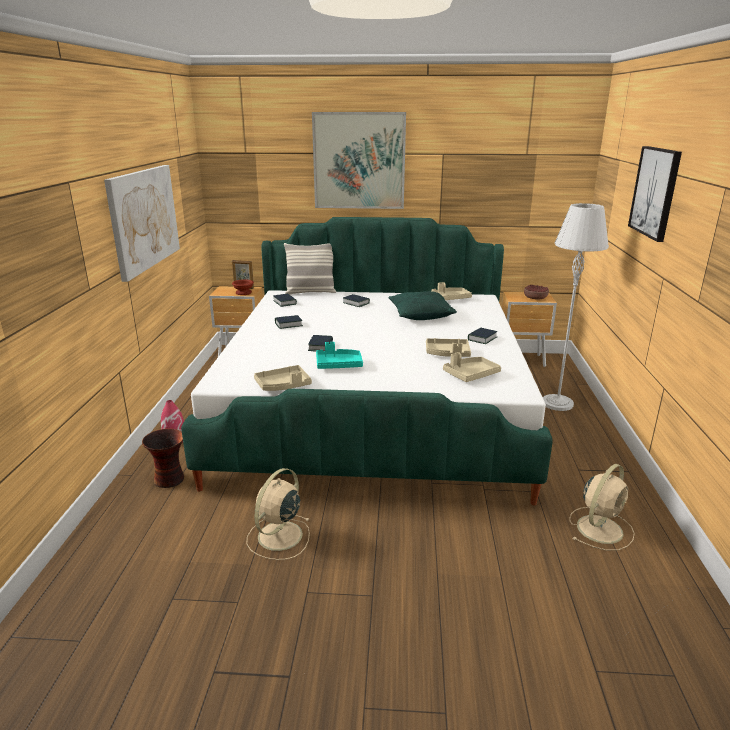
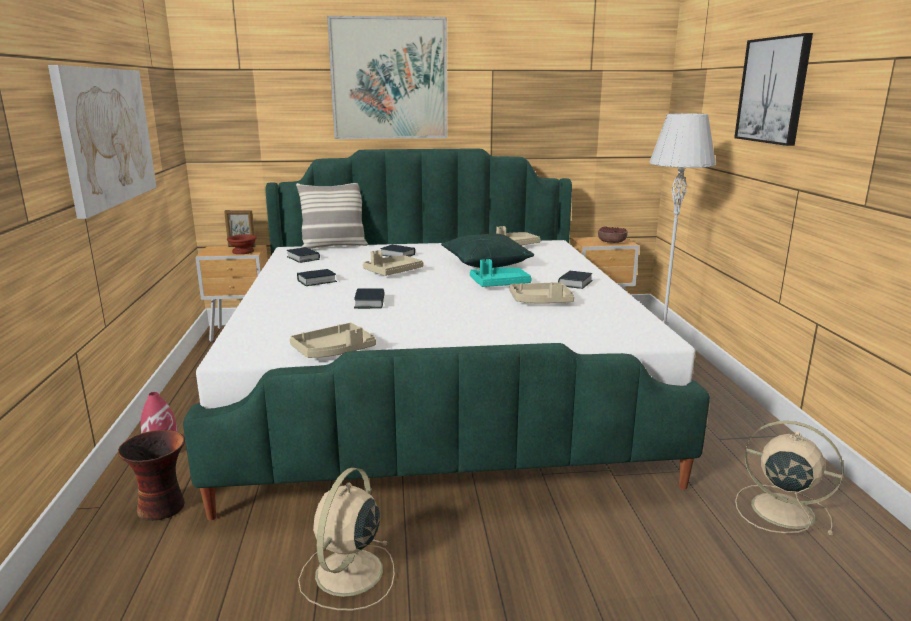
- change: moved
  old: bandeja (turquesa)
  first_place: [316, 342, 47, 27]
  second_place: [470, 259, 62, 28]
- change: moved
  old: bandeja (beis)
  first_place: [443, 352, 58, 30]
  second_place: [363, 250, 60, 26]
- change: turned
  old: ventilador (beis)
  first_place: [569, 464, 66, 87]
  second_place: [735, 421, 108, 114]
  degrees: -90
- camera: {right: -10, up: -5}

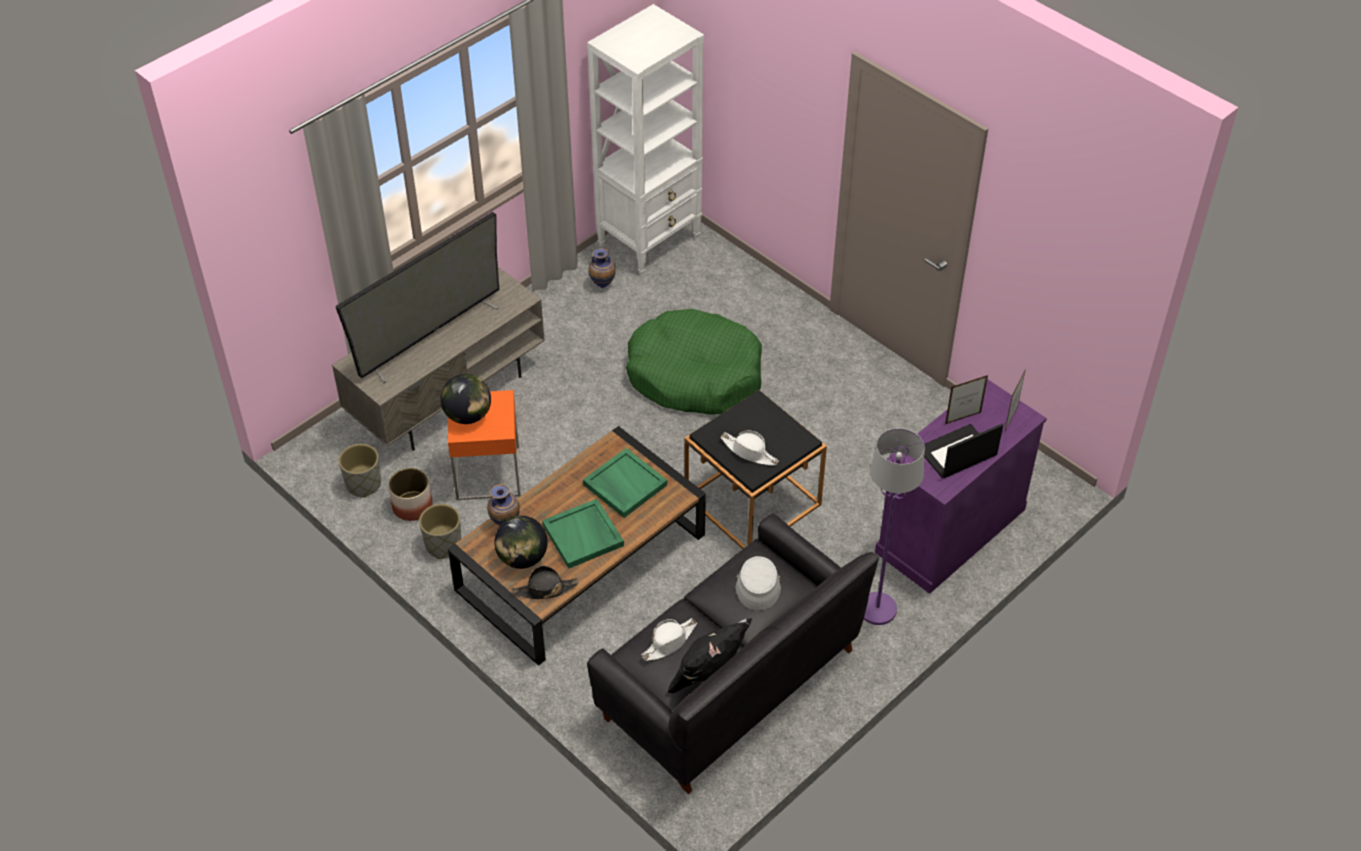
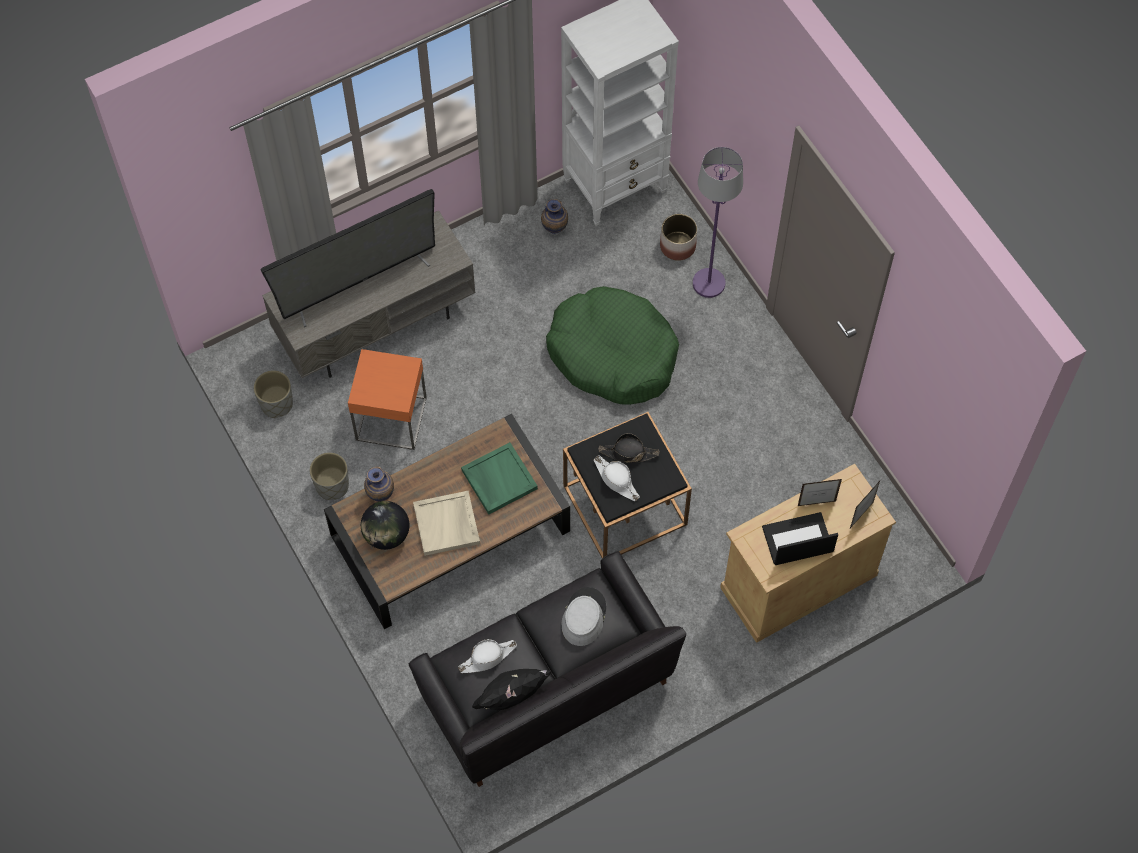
- change: moved
  old: maceta
  first_place: [388, 468, 45, 53]
  second_place: [660, 214, 37, 47]
- change: removed
  old: globo terráqueo
  first_place: [440, 374, 51, 50]
- change: moved
  old: sombrero (negro)
  first_place: [511, 565, 68, 34]
  second_place: [598, 433, 61, 30]
- change: recoloured
  old: bandeja (verde)
  new: bandeja (beis)
  first_place: [542, 499, 82, 70]
  second_place: [413, 491, 67, 65]
- change: moved
  old: lámpara de pie (morado)
  first_place: [864, 428, 61, 197]
  second_place: [693, 147, 50, 151]
- change: recoloured
  old: armario (morado)
  new: armario (beis)
  first_place: [875, 379, 172, 215]
  second_place: [720, 464, 176, 179]
- camera: {right: 15, up: 15}

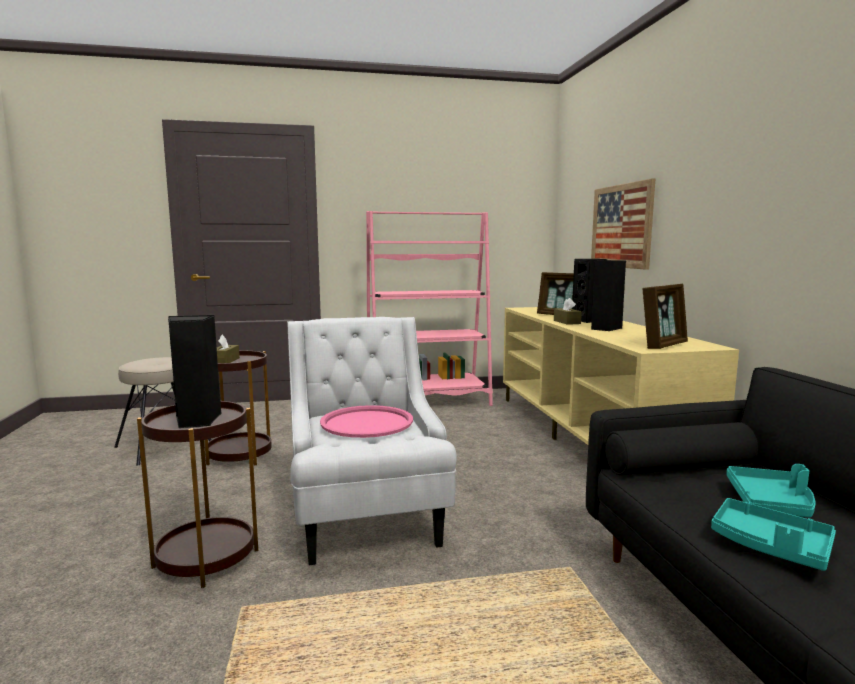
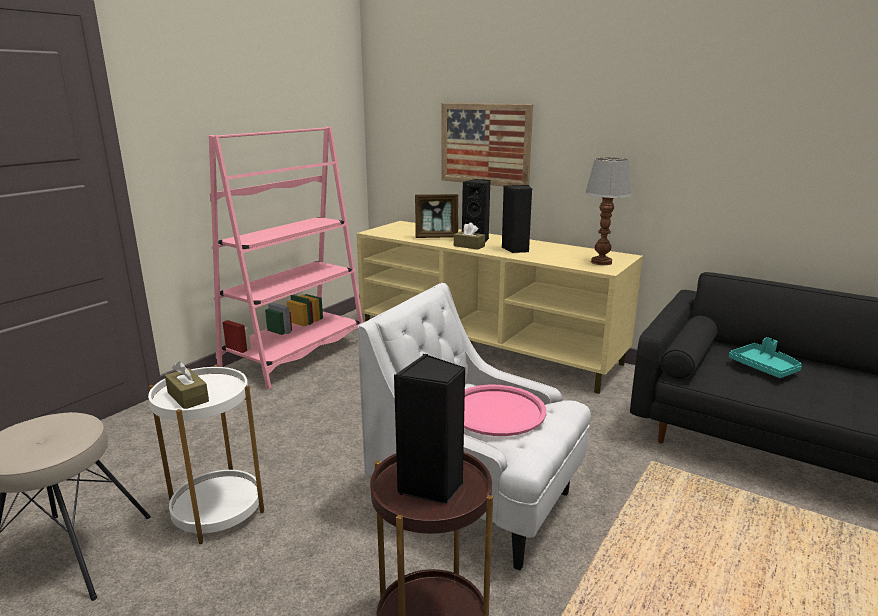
- change: recoloured
  old: mesa auxiliar (marrón)
  new: mesa auxiliar (blanco)
  first_place: [204, 351, 68, 115]
  second_place: [148, 364, 116, 180]
- change: replaced
  old: portarretratos
  new: lámpara de mesa
  first_place: [643, 284, 45, 65]
  second_place: [585, 158, 47, 107]
- change: removed
  old: bandeja (turquesa)
  first_place: [711, 498, 125, 73]
- camera: {right: -45, up: 10}

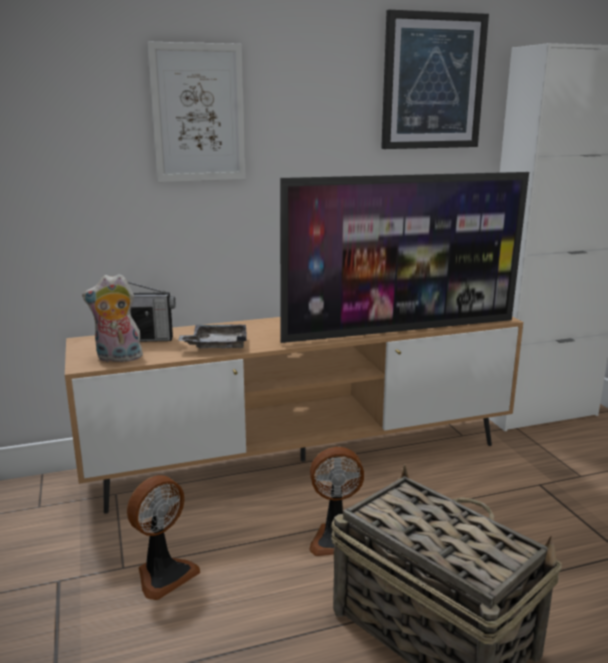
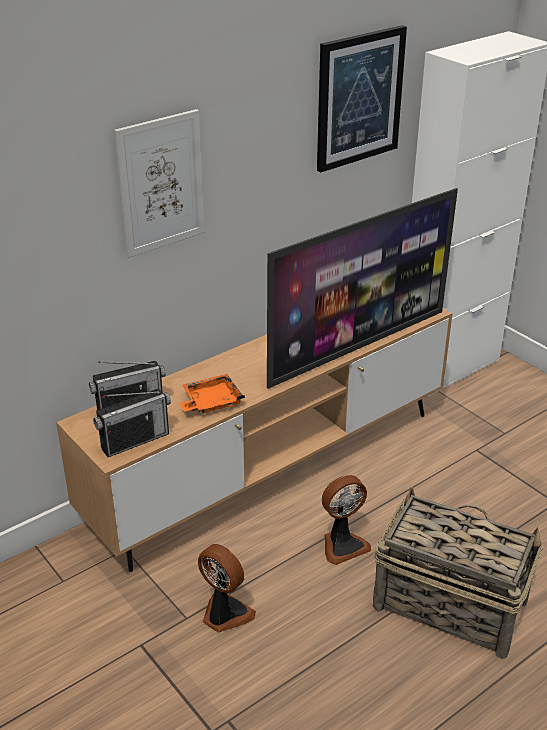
- change: replaced
  old: peluche
  new: radio
  first_place: [82, 274, 61, 88]
  second_place: [93, 389, 78, 68]
- change: turned
  old: ventilador
  first_place: [127, 475, 73, 125]
  second_place: [198, 544, 58, 88]
  degrees: -75
- change: recoloured
  old: bandeja (gris)
  new: bandeja (naranja)
  first_place: [178, 324, 69, 24]
  second_place: [179, 374, 66, 40]
- camera: {right: -20, up: 15}

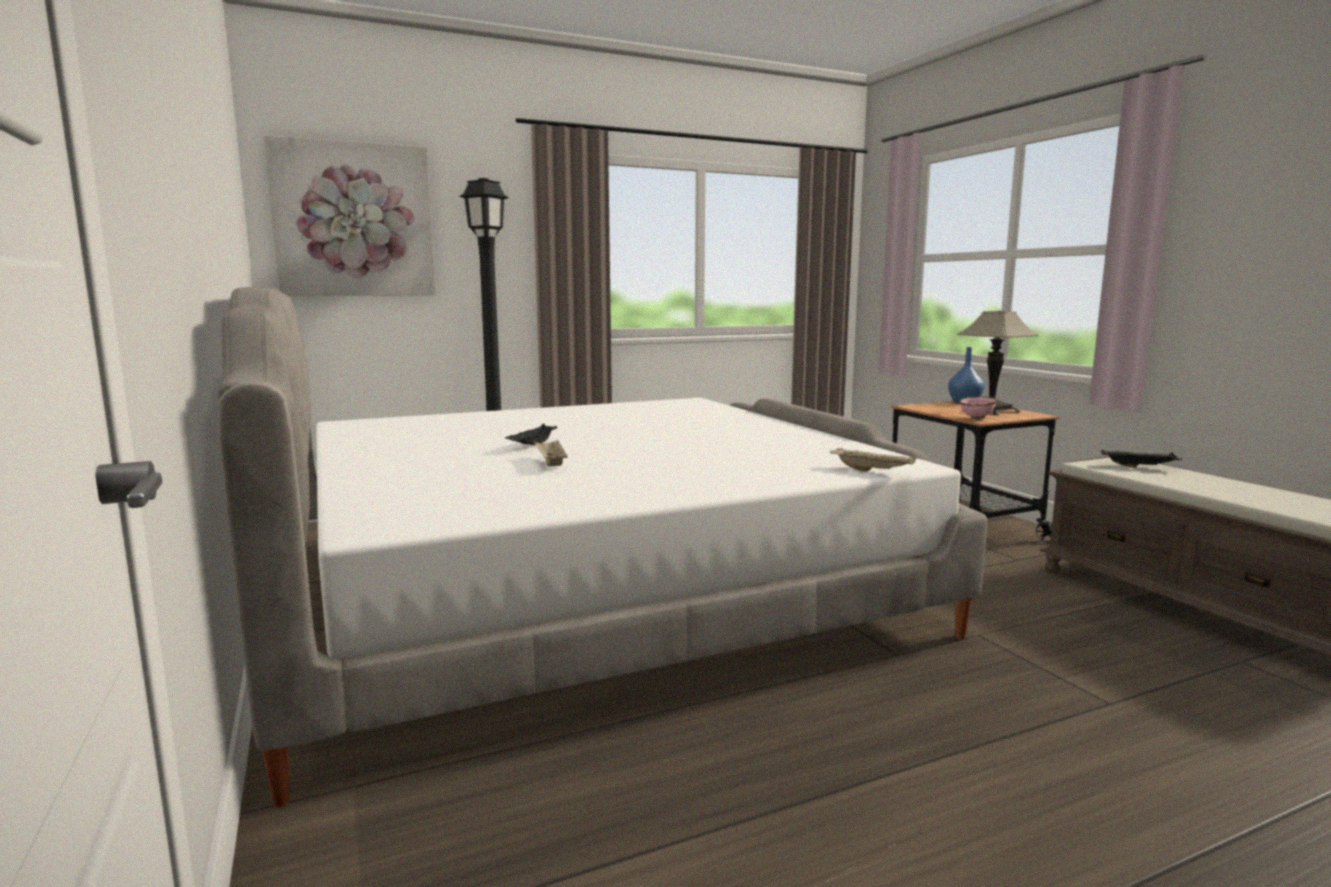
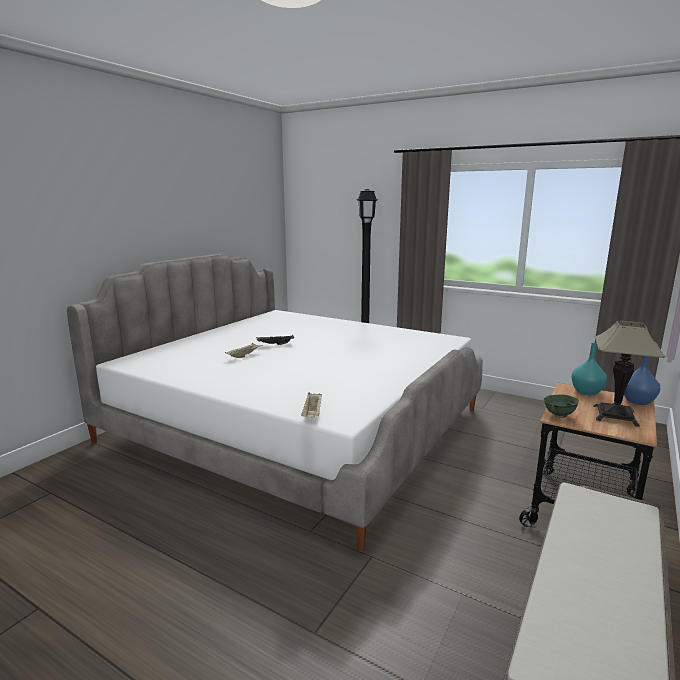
- change: removed
  old: cuadro
  first_place: [264, 135, 172, 161]
- change: recoloured
  old: cuenco (rosa)
  new: cuenco (verde)
  first_place: [959, 396, 38, 24]
  second_place: [544, 394, 35, 24]
- change: removed
  old: bandeja (negro)
  first_place: [1101, 450, 81, 18]
- change: added
  new: florero (turquesa)
  second_place: [571, 343, 36, 52]
- camera: {right: 55, up: 5}

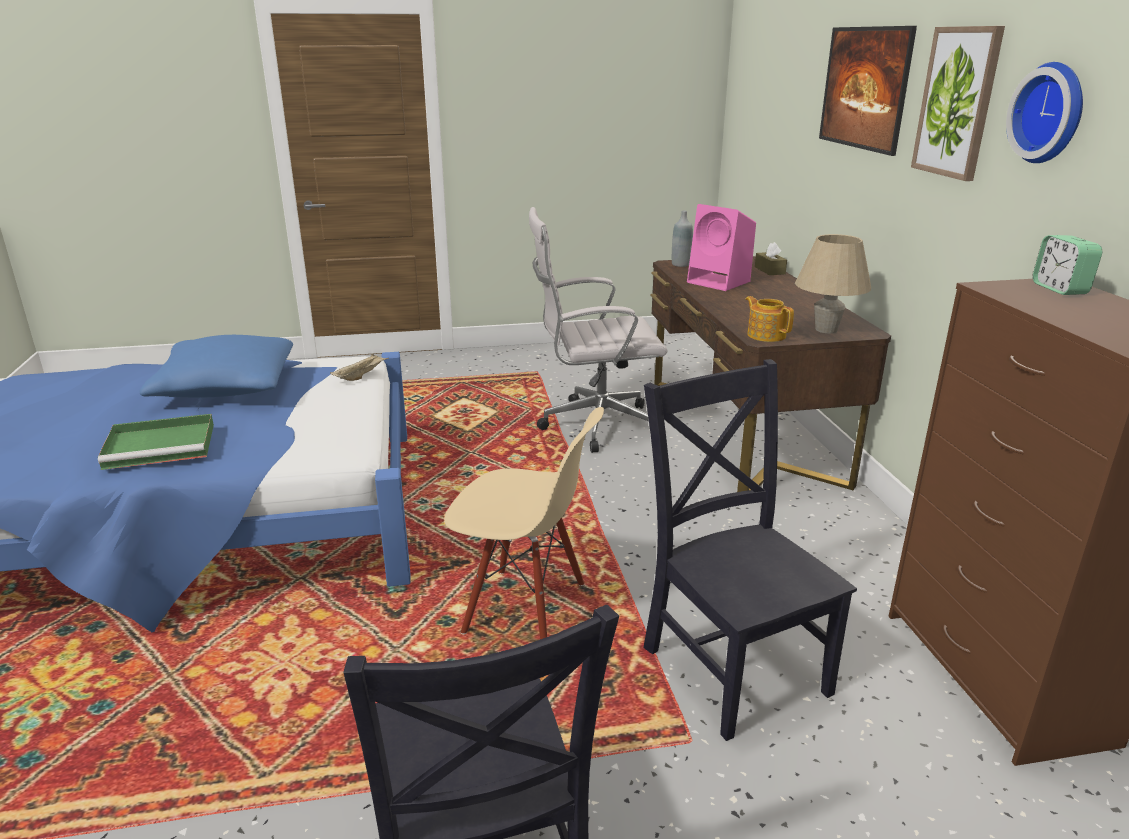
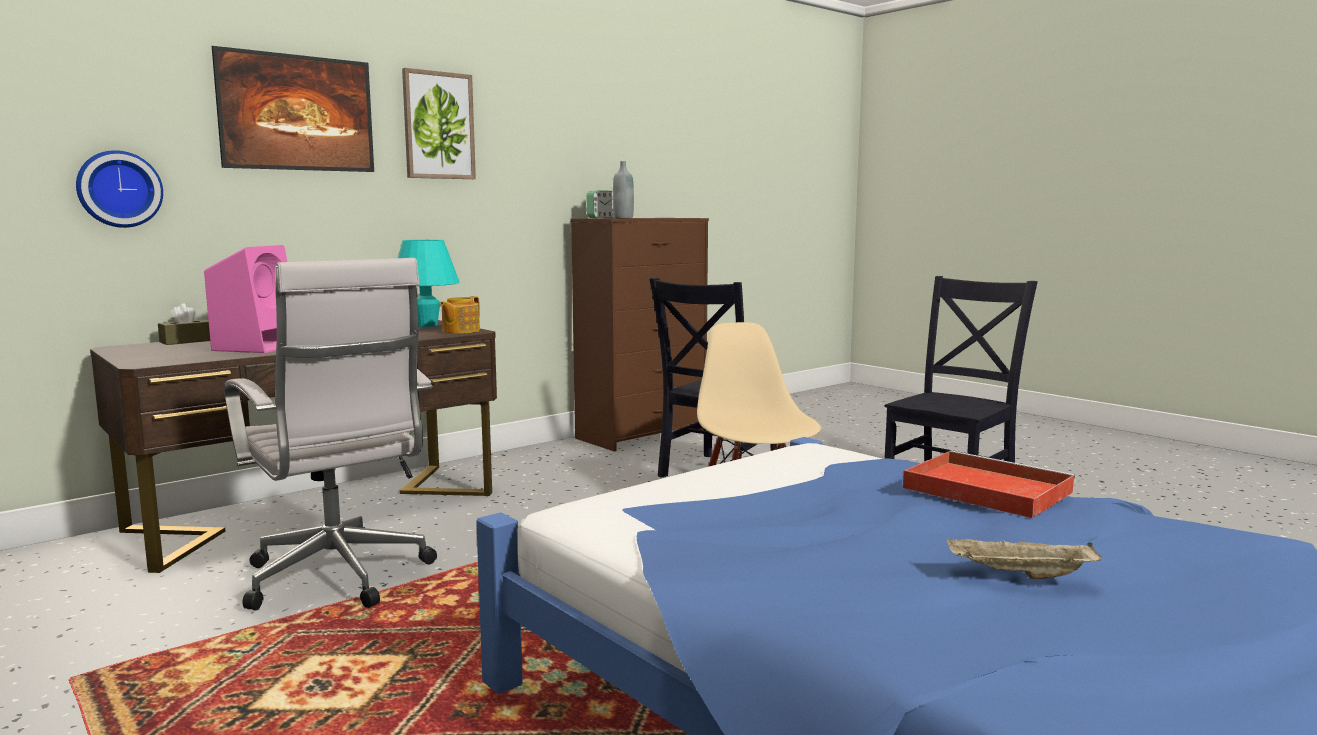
- change: recoloured
  old: bandeja (verde)
  new: bandeja (rojo)
  first_place: [98, 414, 116, 56]
  second_place: [903, 450, 172, 68]
- change: removed
  old: cojín (azul)
  first_place: [140, 335, 153, 62]
- change: moved
  old: bandeja (beis)
  first_place: [330, 353, 59, 28]
  second_place: [947, 537, 155, 42]
- change: moved
  old: botella (gris)
  first_place: [672, 211, 21, 56]
  second_place: [613, 161, 21, 57]
- change: recoloured
  old: lámpara de mesa (beis)
  new: lámpara de mesa (turquesa)
  first_place: [795, 234, 76, 99]
  second_place: [398, 239, 61, 88]
- change: moved
  old: reloj de pared
  first_place: [1006, 62, 77, 101]
  second_place: [76, 150, 87, 78]
- camera: {right: -120, up: -15}

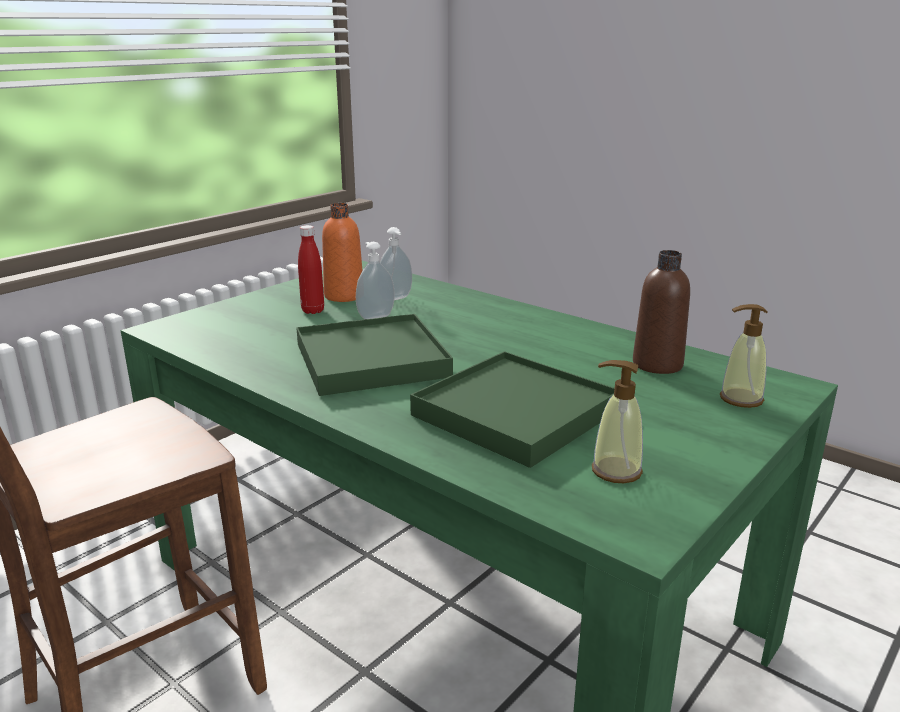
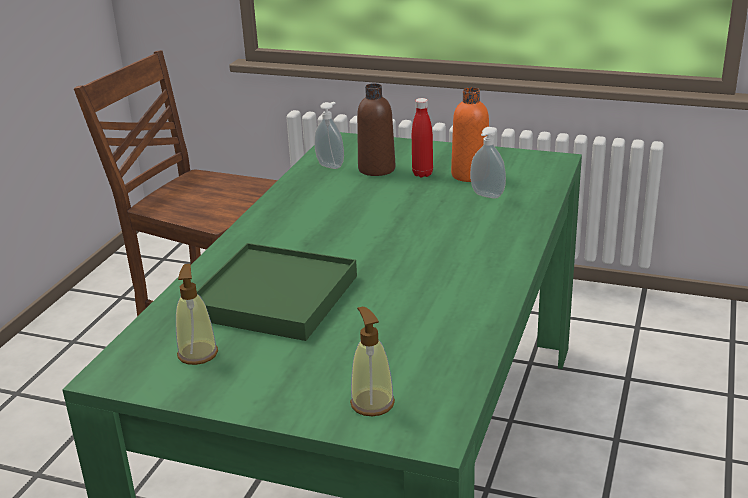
- change: removed
  old: bandeja (verde)
  first_place: [296, 314, 157, 82]
- change: moved
  old: dispensador de jabón
  first_place: [356, 242, 39, 77]
  second_place: [314, 102, 30, 67]
- change: moved
  old: botella (marrón)
  first_place: [633, 250, 57, 124]
  second_place: [357, 83, 38, 93]
- camera: {right: 70, up: 5}

